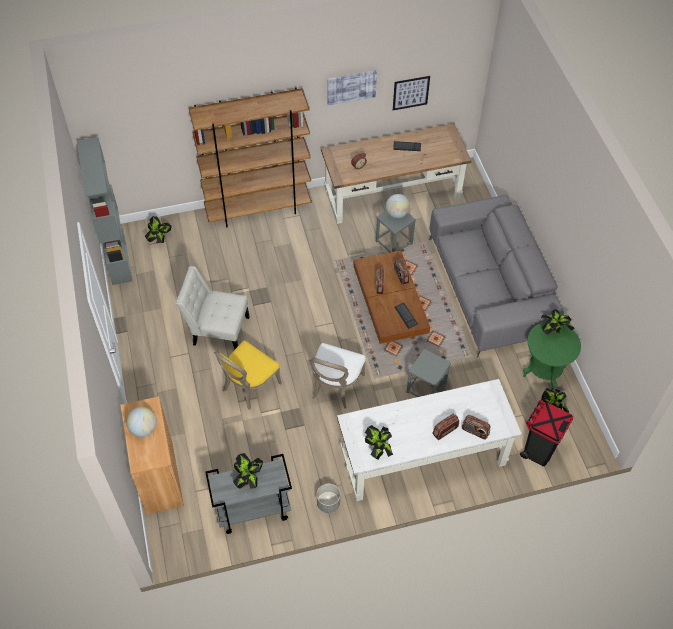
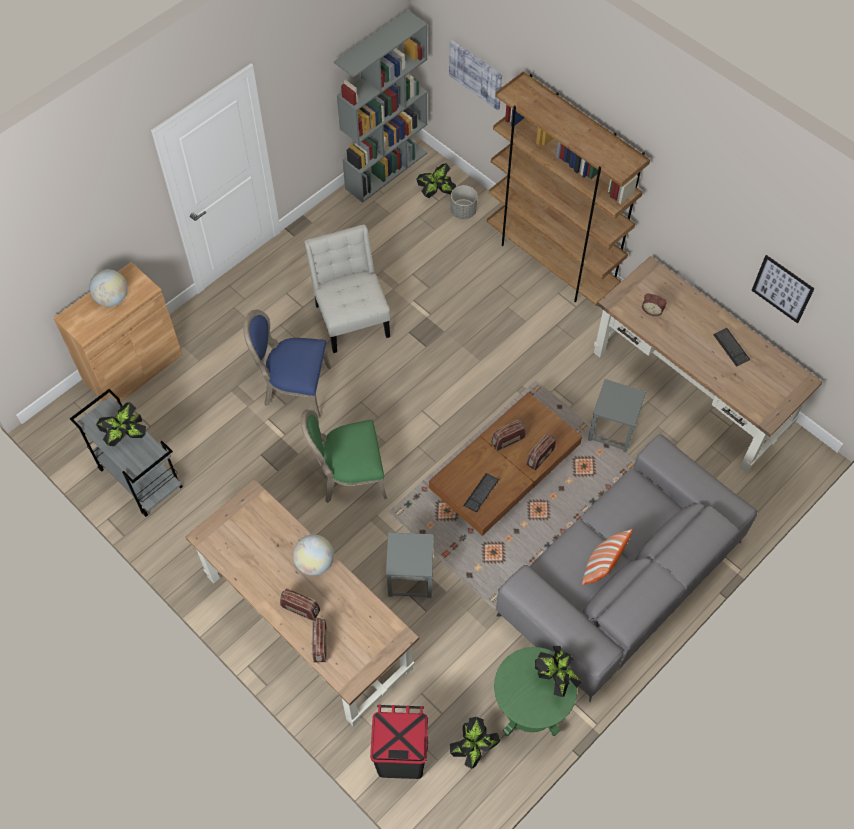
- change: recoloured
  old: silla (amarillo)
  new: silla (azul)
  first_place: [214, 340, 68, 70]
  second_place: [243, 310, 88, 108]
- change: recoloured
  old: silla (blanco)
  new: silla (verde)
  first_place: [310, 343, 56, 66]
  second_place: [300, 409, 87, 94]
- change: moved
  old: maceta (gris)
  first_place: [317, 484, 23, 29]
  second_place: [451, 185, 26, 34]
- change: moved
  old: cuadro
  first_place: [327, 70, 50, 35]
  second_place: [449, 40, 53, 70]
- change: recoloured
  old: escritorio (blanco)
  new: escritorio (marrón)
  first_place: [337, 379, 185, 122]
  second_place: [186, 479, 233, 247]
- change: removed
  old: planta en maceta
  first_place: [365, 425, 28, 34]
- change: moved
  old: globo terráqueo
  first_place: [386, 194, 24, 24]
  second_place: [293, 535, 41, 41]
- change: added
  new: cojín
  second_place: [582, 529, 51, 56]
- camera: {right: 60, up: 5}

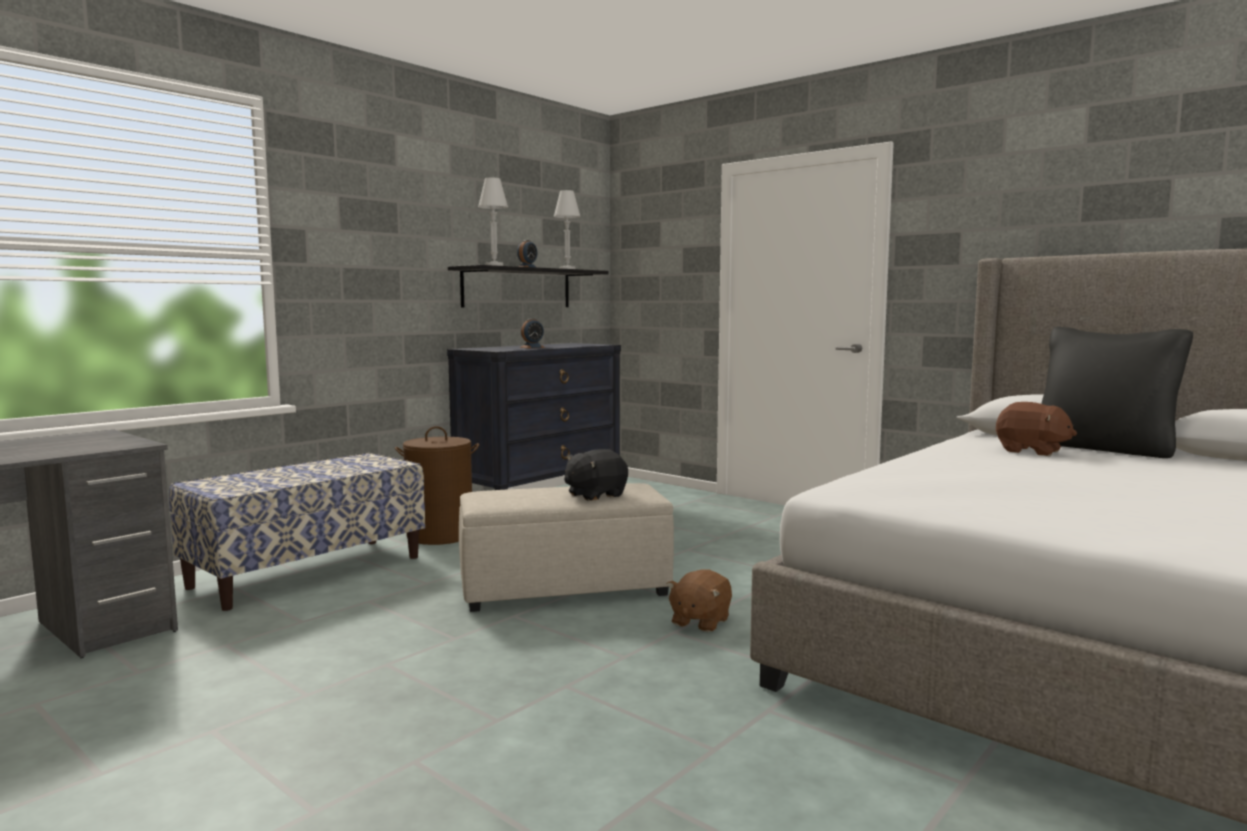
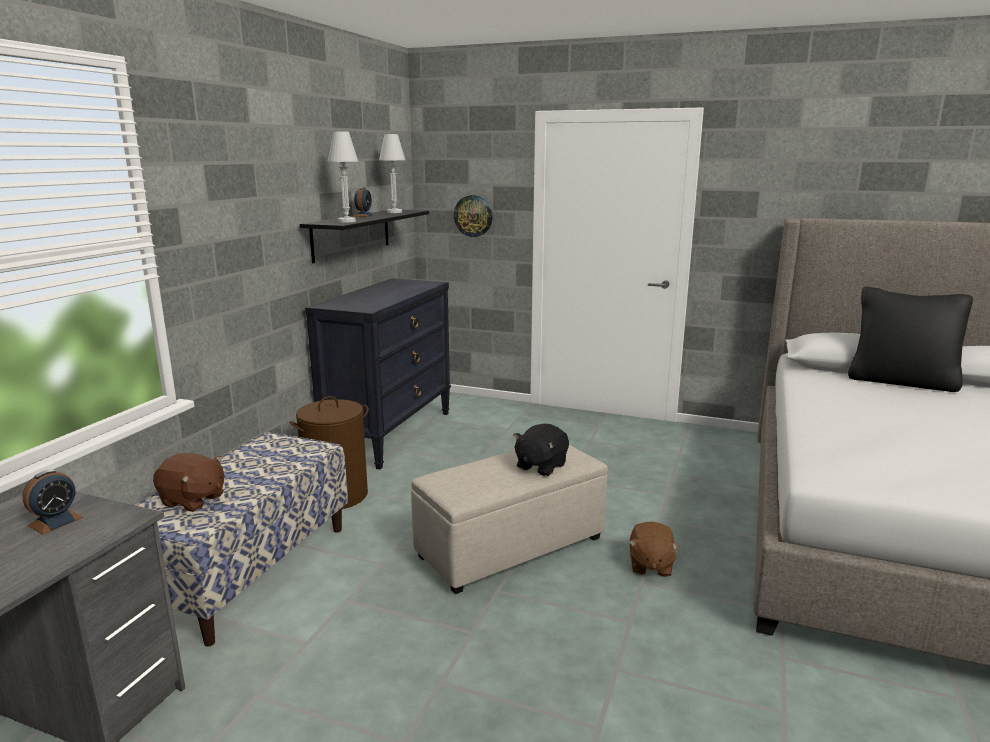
- change: moved
  old: despertador
  first_place: [520, 318, 25, 30]
  second_place: [22, 469, 61, 66]
- change: moved
  old: peluche (marrón)
  first_place: [996, 402, 81, 54]
  second_place: [153, 453, 71, 59]
- change: added
  new: reloj de pared
  second_place: [454, 195, 39, 42]
- camera: {right: -20, up: 10}

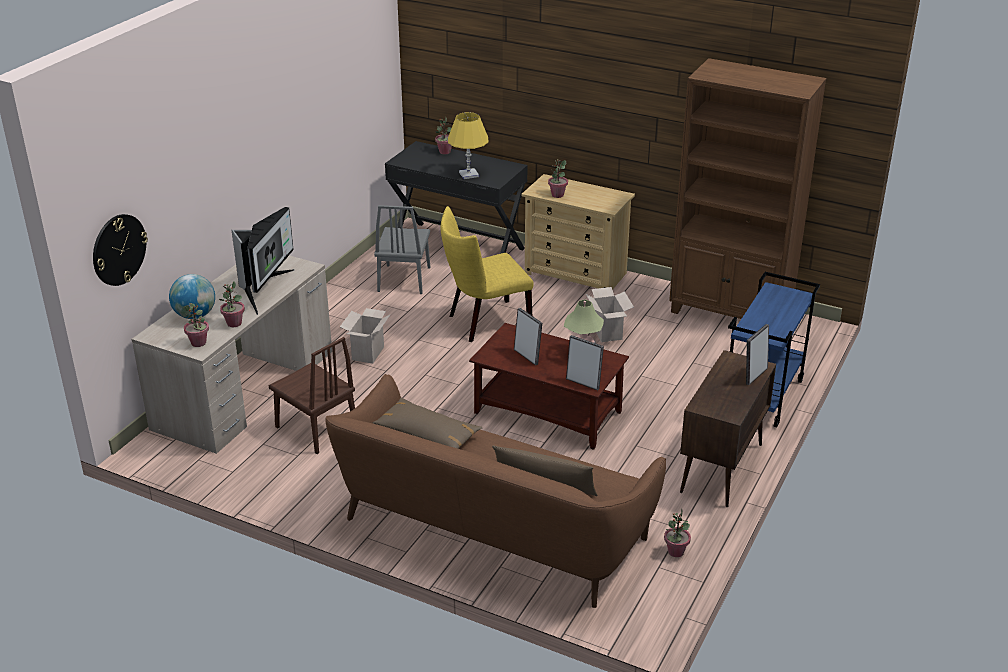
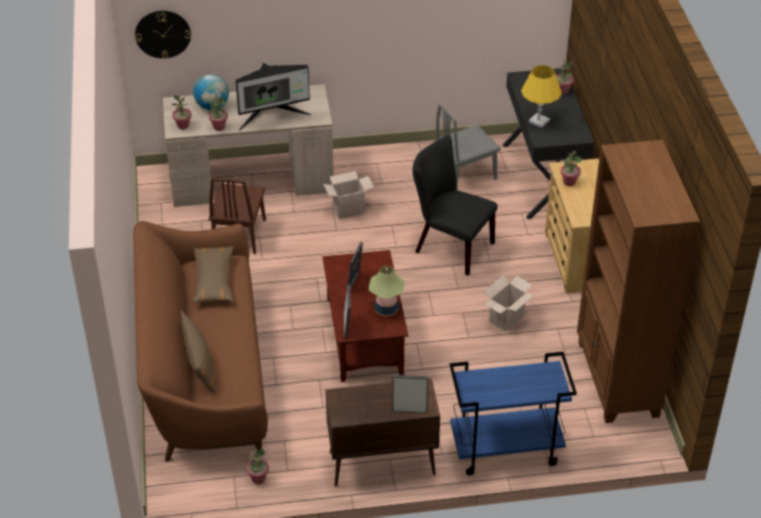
- change: recoloured
  old: silla (amarillo)
  new: silla (negro)
  first_place: [441, 206, 93, 136]
  second_place: [413, 135, 84, 141]
- camera: {right: 55, up: 10}

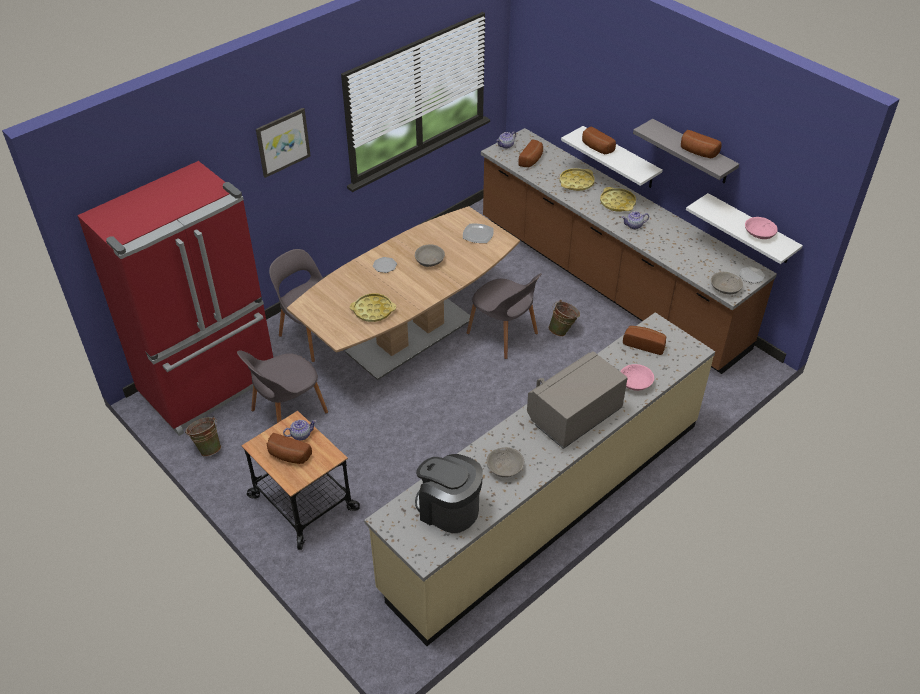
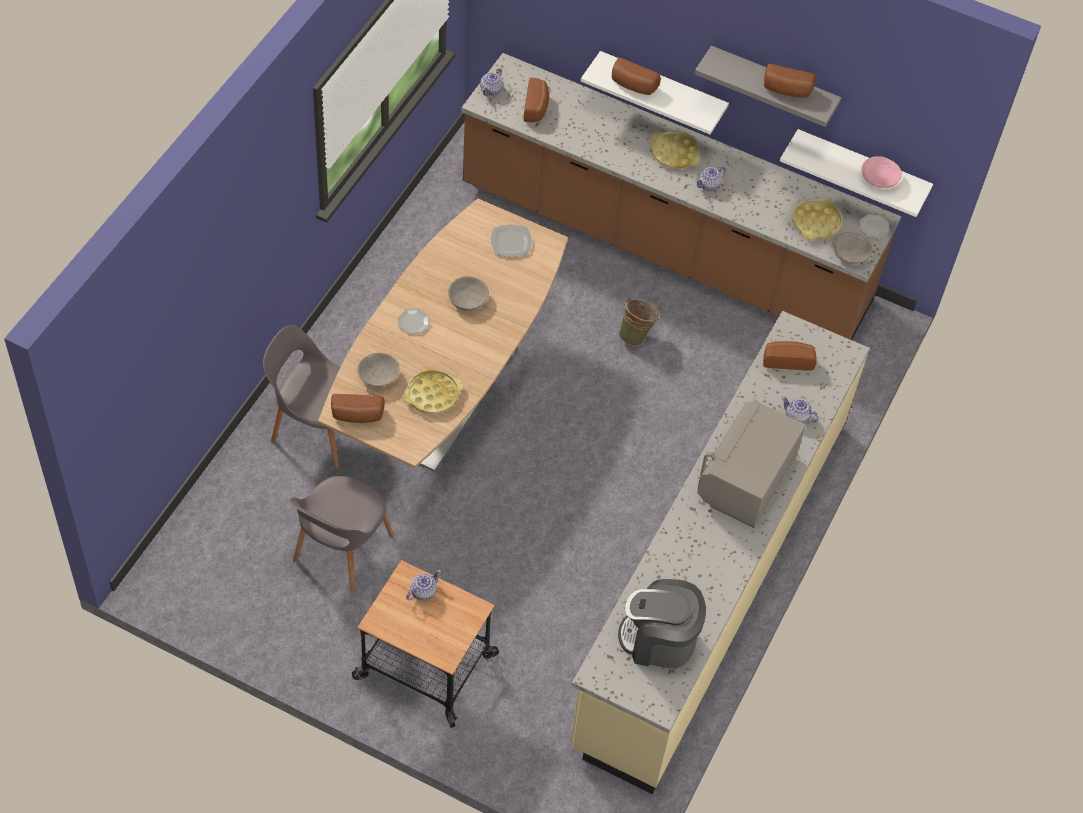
- change: removed
  old: nevera (rojo)
  first_place: [77, 161, 196, 275]
- change: removed
  old: cubo (verde)
  first_place: [186, 416, 35, 41]
- change: removed
  old: cuadro
  first_place: [256, 108, 55, 70]
- change: moved
  old: pan
  first_place: [267, 433, 45, 31]
  second_place: [331, 394, 54, 29]
- change: removed
  old: silla (gris)
  first_place: [467, 273, 75, 86]
- change: moved
  old: cuenco (gris)
  first_place: [486, 447, 38, 30]
  second_place: [357, 353, 43, 34]
- change: moved
  old: bandeja (amarillo)
  first_place: [560, 168, 34, 23]
  second_place: [793, 198, 49, 42]
- change: replaced
  old: cuenco (rosa)
  new: tetera
  first_place: [620, 364, 34, 27]
  second_place: [781, 396, 38, 27]
- camera: {right: -25, up: 10}

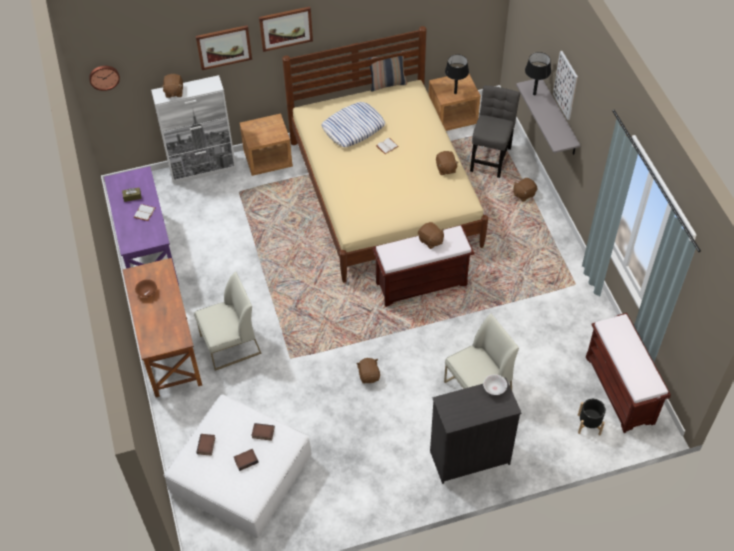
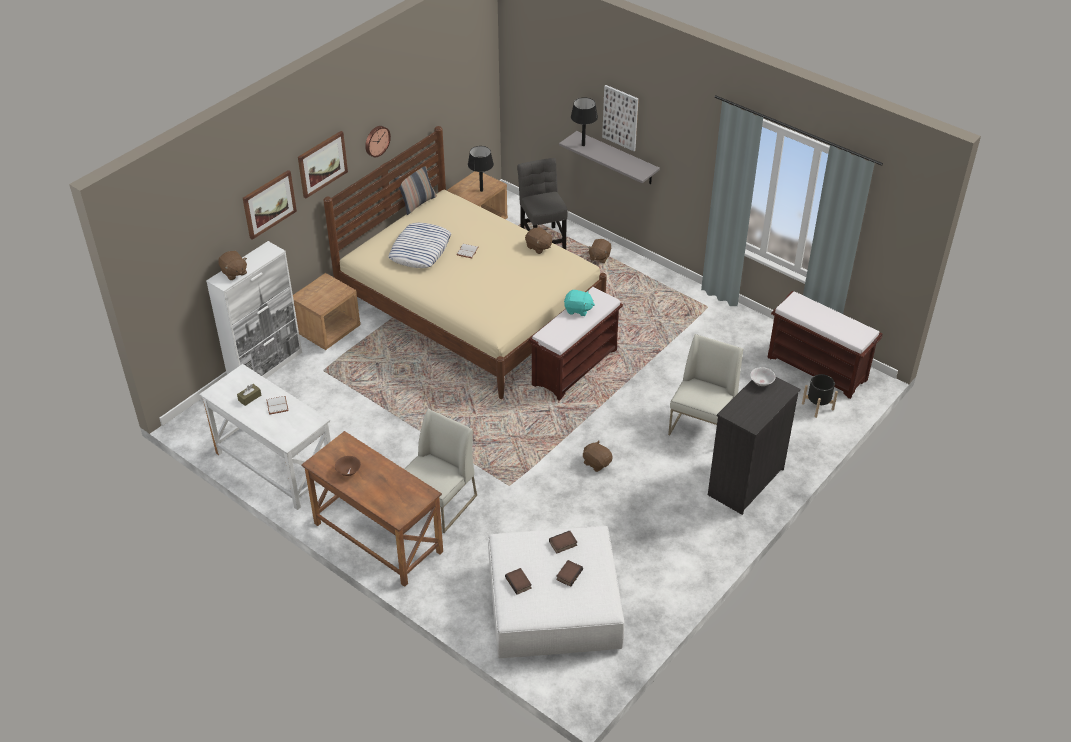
- change: moved
  old: reloj de pared
  first_place: [89, 66, 31, 25]
  second_place: [365, 126, 26, 31]
- change: recoloured
  old: escritorio (morado)
  new: escritorio (blanco)
  first_place: [104, 166, 75, 119]
  second_place: [199, 364, 132, 146]
- change: recoloured
  old: peluche (marrón)
  new: peluche (turquesa)
  first_place: [418, 222, 26, 27]
  second_place: [564, 290, 31, 26]
- camera: {right: -35, up: -10}

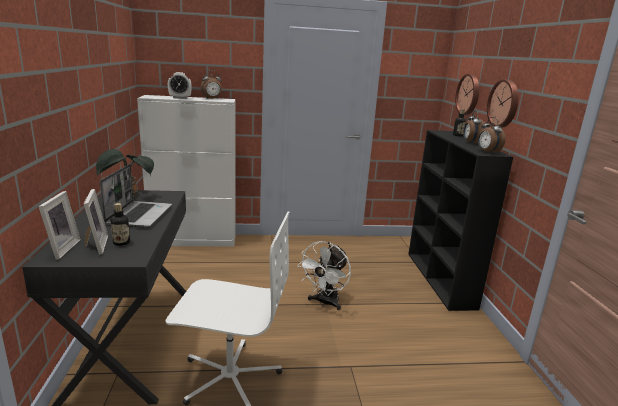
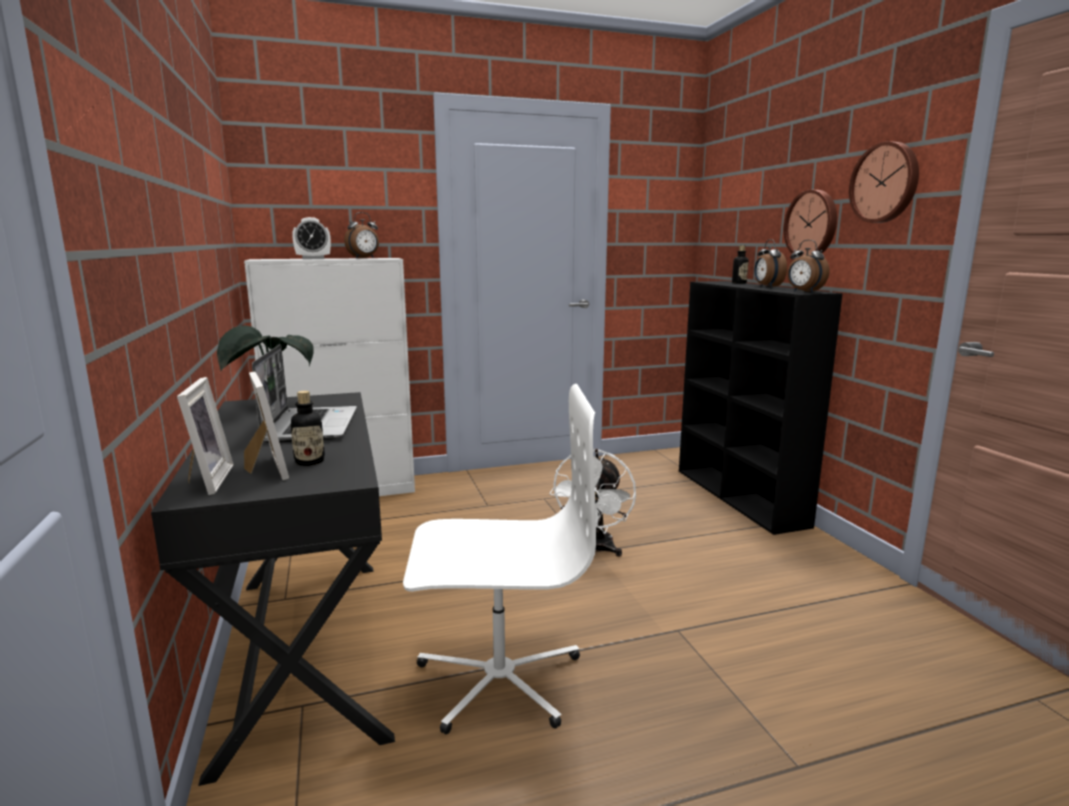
- change: moved
  old: reloj de pared
  first_place: [455, 74, 24, 41]
  second_place: [849, 141, 70, 82]
- camera: {right: -10, up: -5}

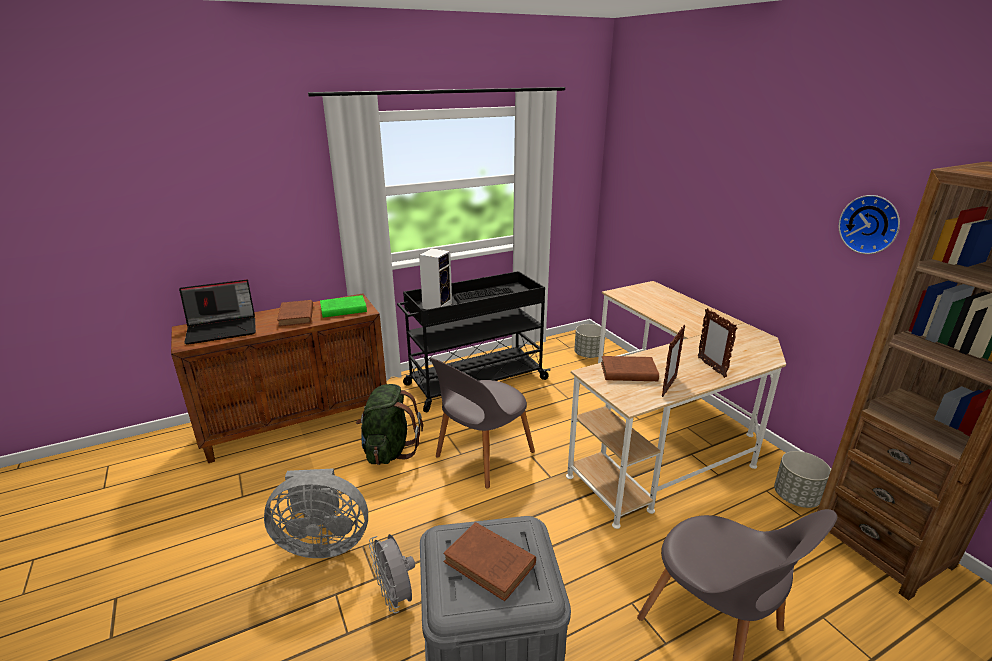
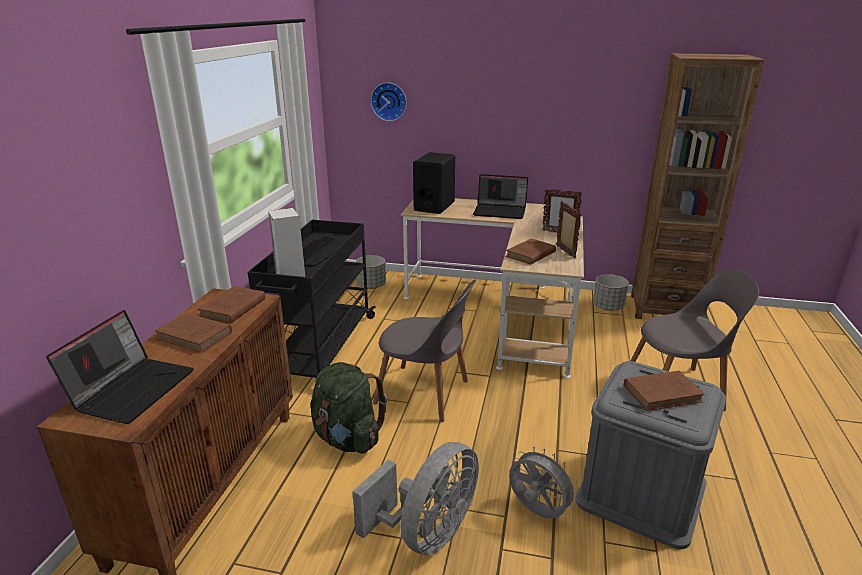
- change: recoloured
  old: libro (verde)
  new: libro (marrón)
  first_place: [320, 295, 47, 23]
  second_place: [198, 286, 67, 38]
- change: turned
  old: ventilador (gris)
  first_place: [369, 534, 46, 79]
  second_place: [509, 446, 71, 73]
  degrees: -150
- change: turned
  old: silla (gris)
  first_place: [430, 358, 105, 131]
  second_place: [373, 280, 103, 142]
  degrees: -60
- change: moved
  old: reloj de pared
  first_place: [839, 195, 61, 59]
  second_place: [371, 82, 36, 39]
- change: added
  new: altavoz (negro)
  second_place: [413, 152, 42, 62]
- change: added
  new: portátil
  second_place: [473, 174, 55, 45]
- camera: {right: -50, up: 0}

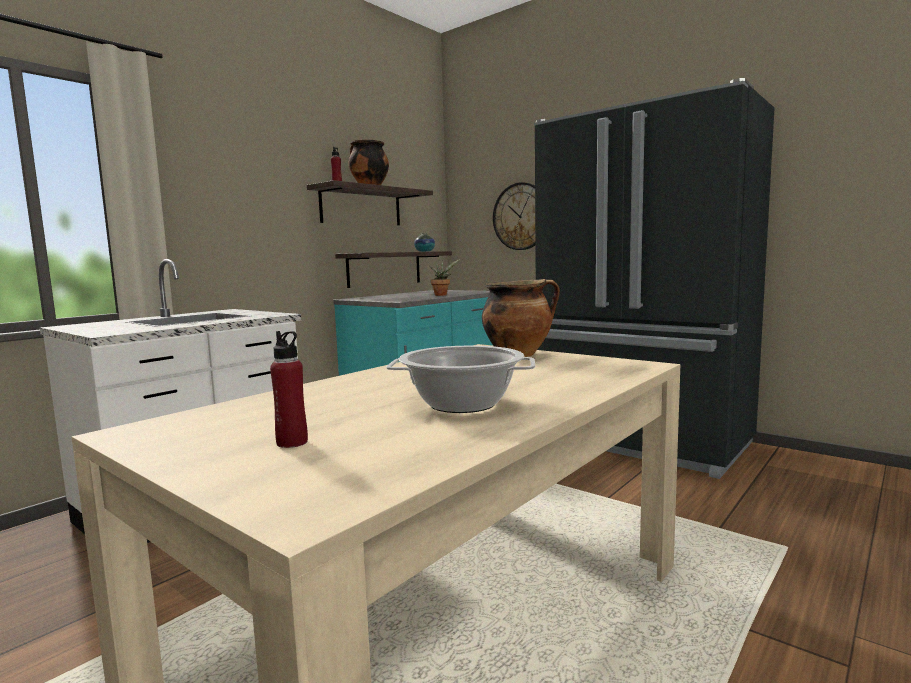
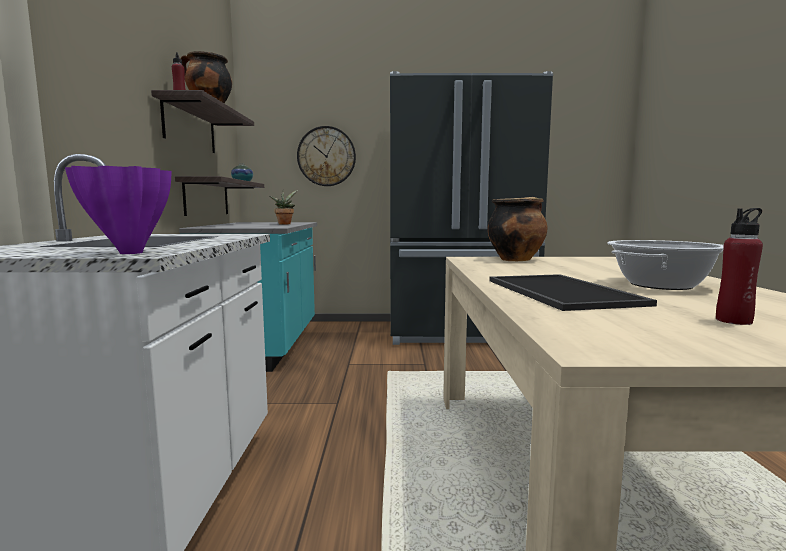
- change: added
  new: florero (morado)
  second_place: [65, 166, 106, 88]
- change: added
  new: bandeja
  second_place: [489, 274, 168, 37]
- camera: {right: -40, up: 0}

